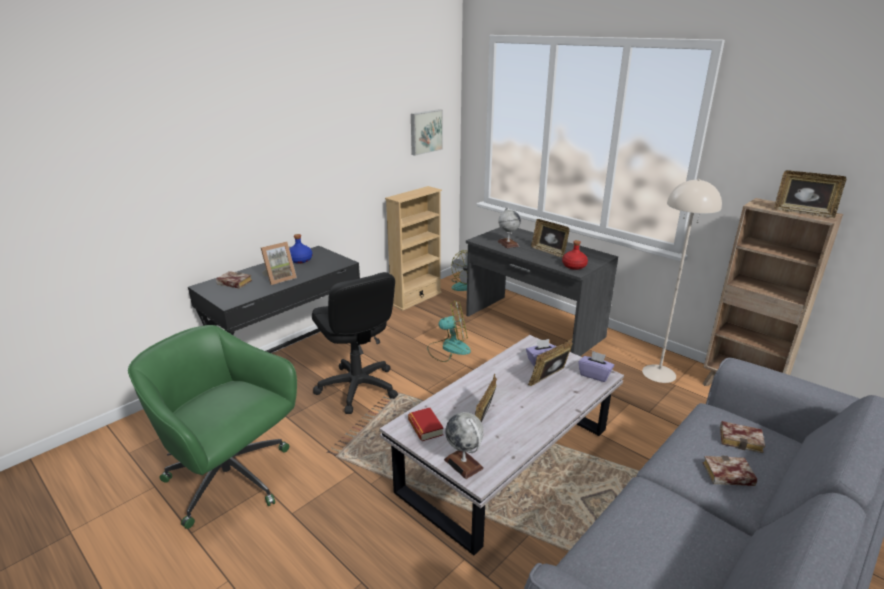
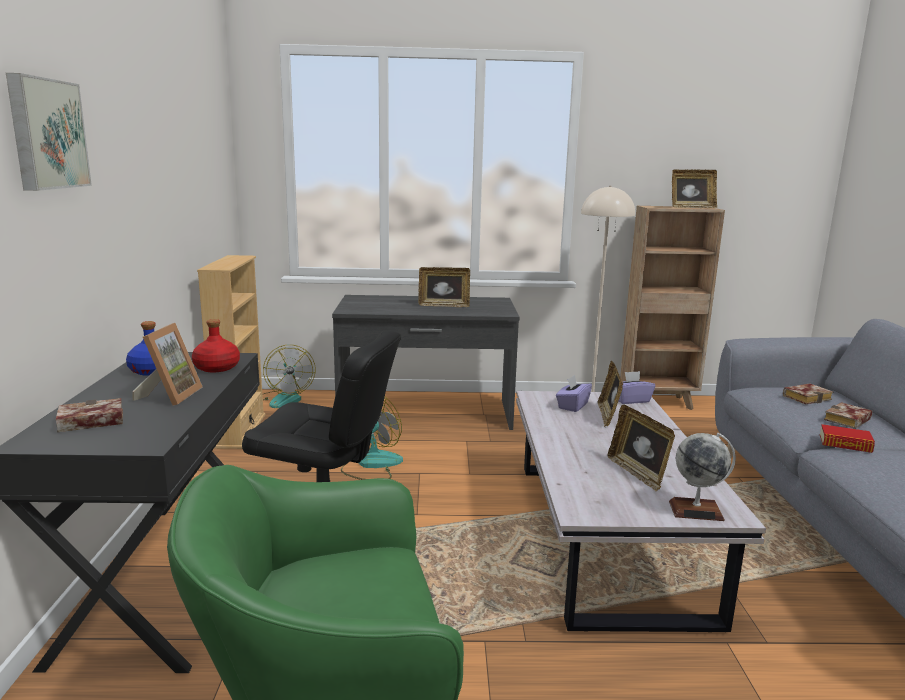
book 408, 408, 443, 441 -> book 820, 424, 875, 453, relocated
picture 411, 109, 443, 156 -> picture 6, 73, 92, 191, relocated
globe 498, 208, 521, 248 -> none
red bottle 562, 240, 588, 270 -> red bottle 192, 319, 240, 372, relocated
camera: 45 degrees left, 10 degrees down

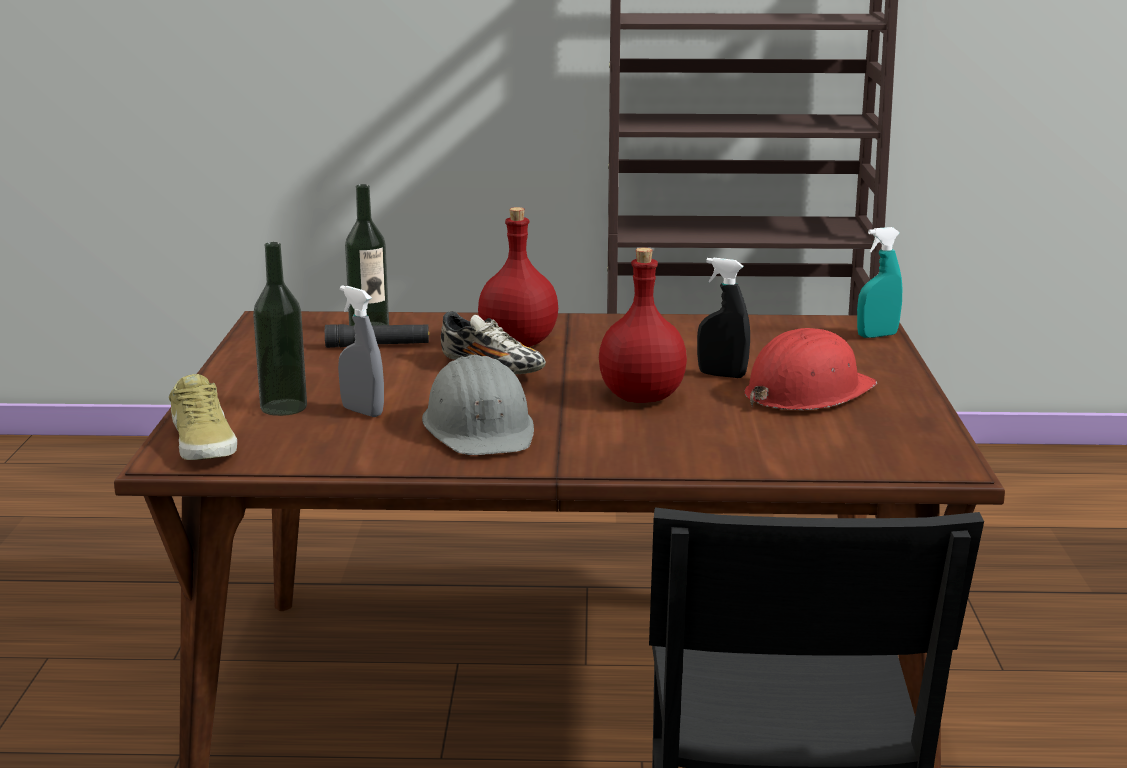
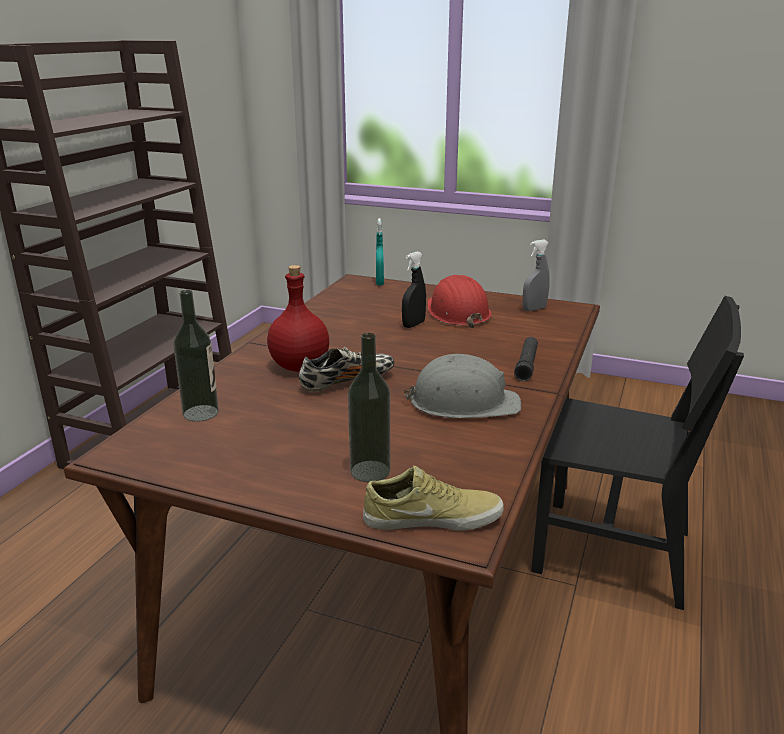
black flashlight 325, 324, 429, 348 -> black flashlight 514, 337, 538, 381, relocated
grey spray bottle 338, 285, 384, 417 -> grey spray bottle 522, 239, 550, 311, relocated
red bottle 599, 248, 687, 403 -> none
camera: 70 degrees left, 5 degrees up

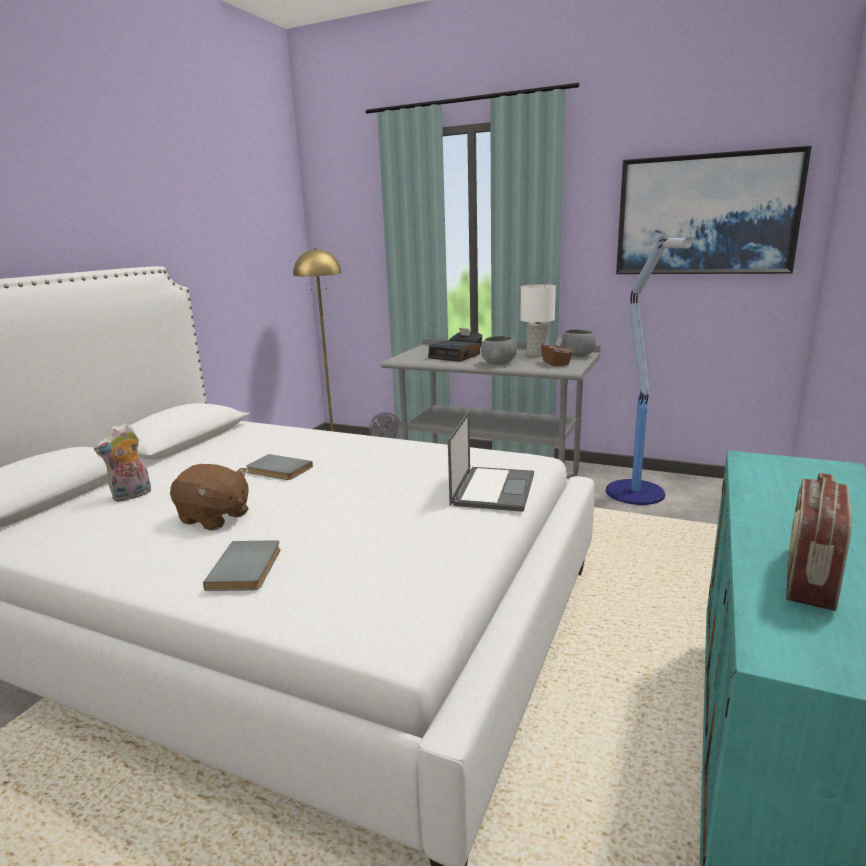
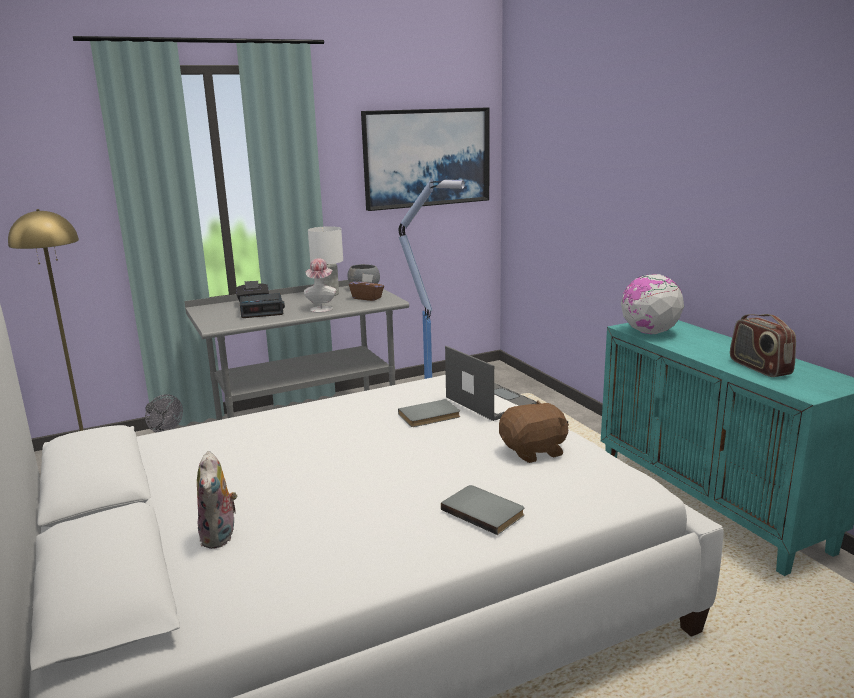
brown plush toy 170, 464, 249, 531 -> brown plush toy 499, 400, 569, 463, relocated
grey book 246, 454, 313, 480 -> grey book 398, 399, 460, 427, relocated
grey bowl 481, 336, 517, 365 -> hat 304, 258, 336, 313
none -> globe 621, 274, 684, 334
camera: 50 degrees left, 0 degrees up

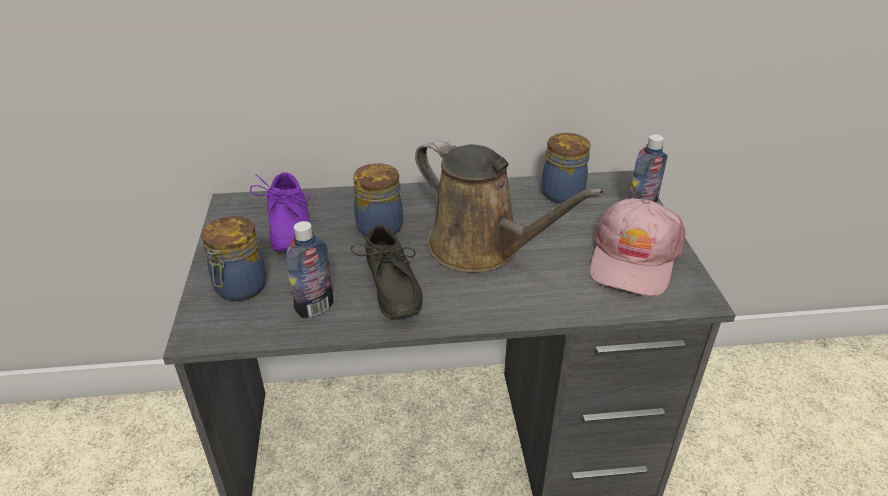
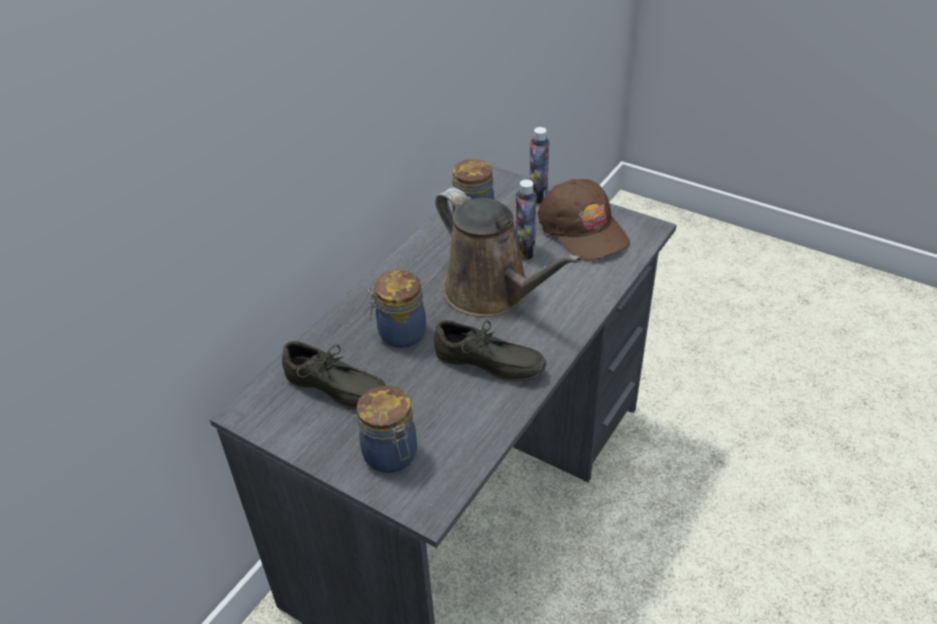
purple shoe 250, 172, 310, 252 -> grey shoe 282, 341, 386, 410
bottle 286, 221, 333, 318 -> bottle 516, 179, 536, 260, relocated
brown watering can 415, 138, 604, 273 -> brown watering can 436, 187, 582, 317, 60 degrees clockwise
pink cap 590, 198, 685, 296 -> brown cap 538, 179, 630, 261
camera: 50 degrees left, 5 degrees up

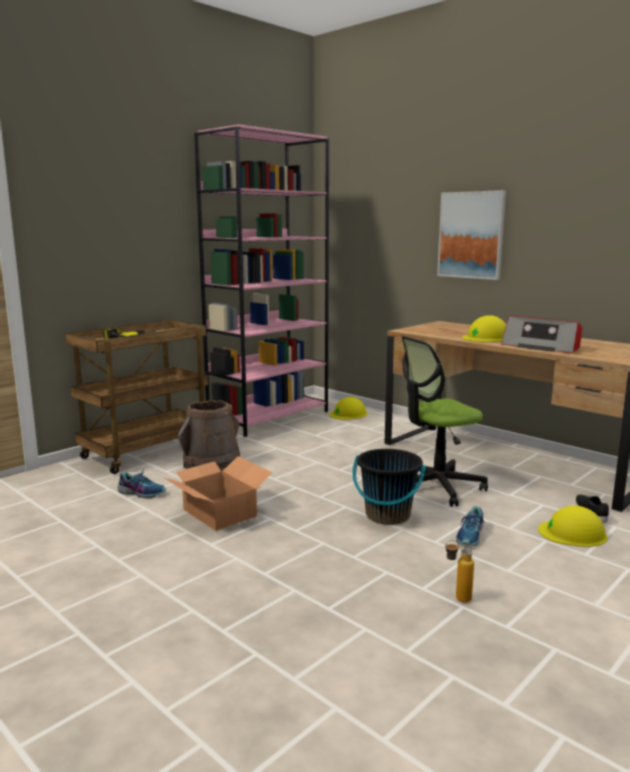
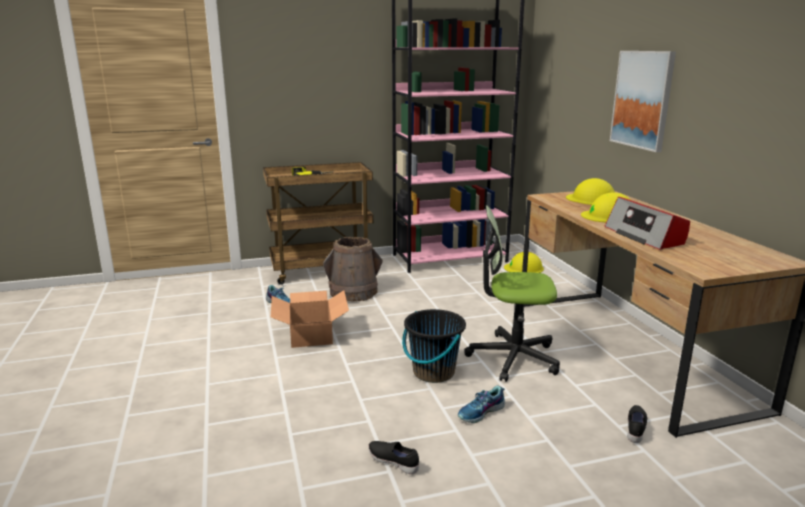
bottle 445, 540, 474, 603 -> black shoe 368, 441, 419, 474
yellow hard hat 538, 506, 608, 547 -> yellow hard hat 566, 178, 615, 205, relocated
camera: 30 degrees right, 5 degrees up

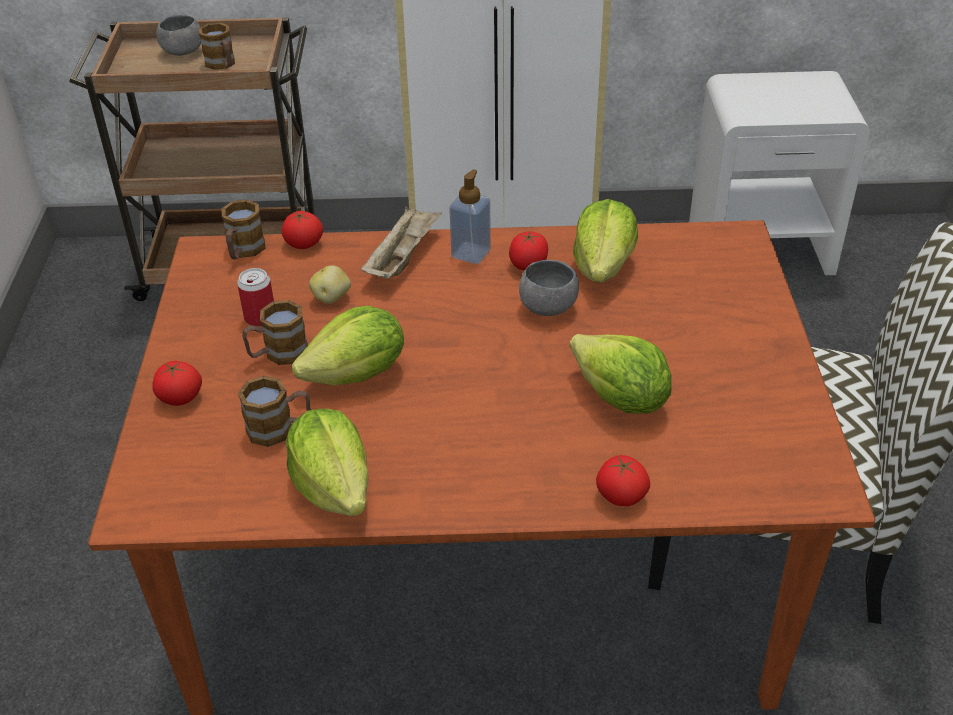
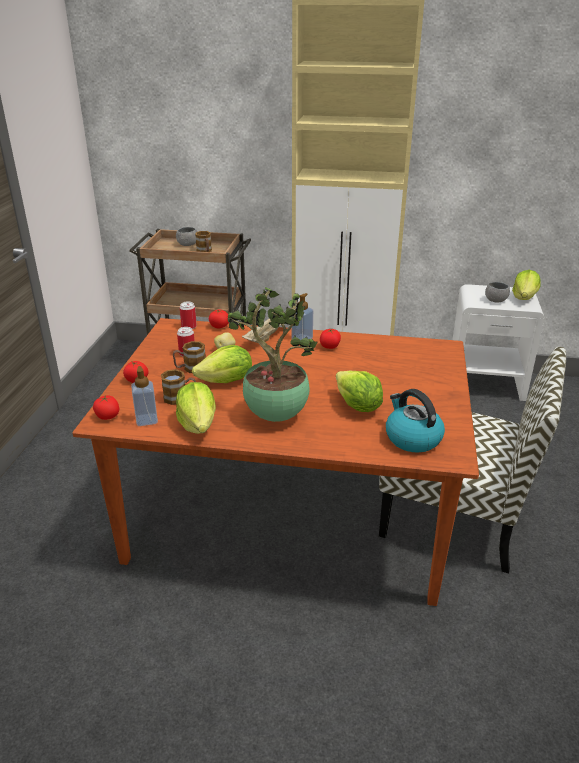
mug 221, 199, 266, 259 -> can 180, 301, 197, 329
grey bowl 519, 260, 579, 316 -> grey bowl 485, 282, 510, 302, relocated
lettuce 573, 199, 638, 282 -> lettuce 512, 270, 541, 300, relocated
tomato 596, 455, 650, 506 -> tomato 93, 395, 119, 420, relocated
none -> soap dispenser 131, 366, 158, 426
none -> potted plant 228, 287, 317, 422
none -> kettle 386, 389, 445, 453
camera: 10 degrees right, 10 degrees down

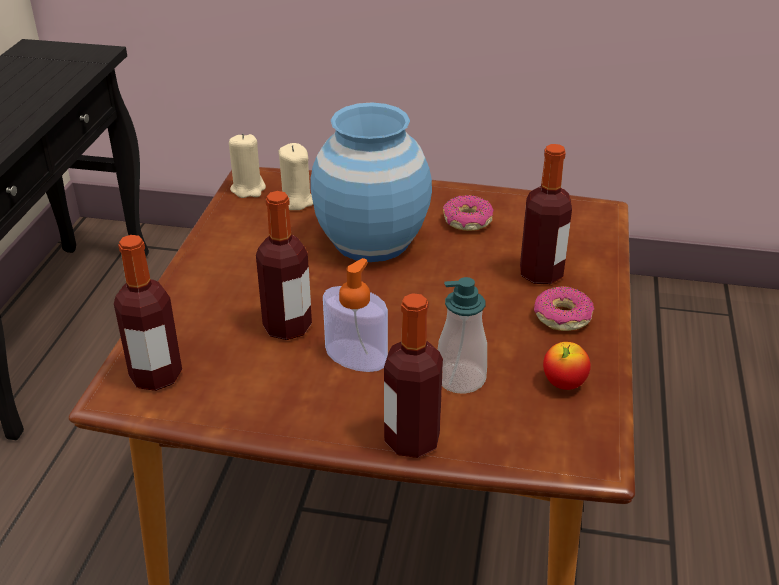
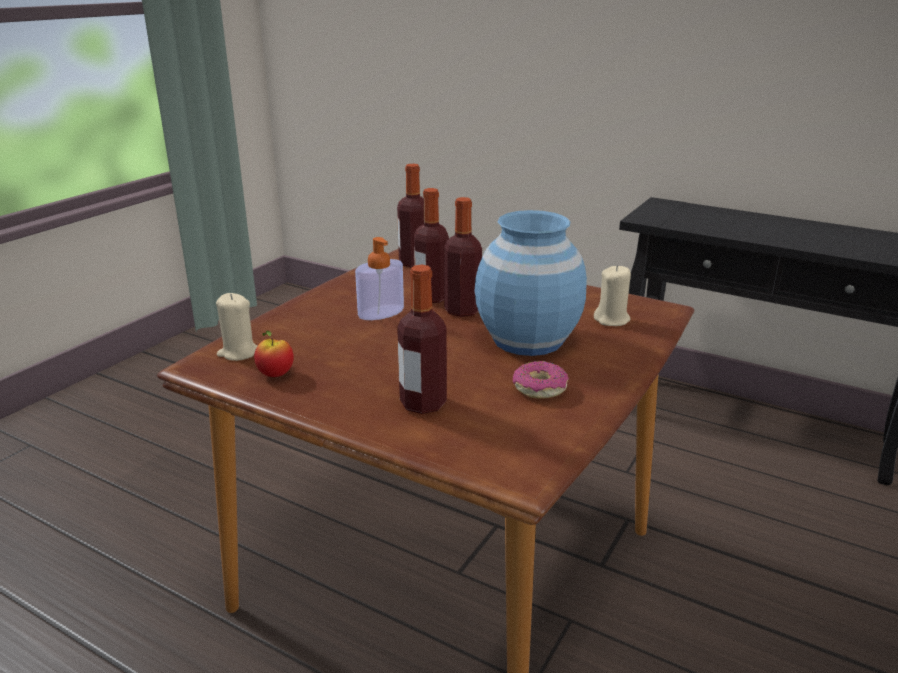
beige candle 229, 133, 266, 198 -> beige candle 216, 293, 257, 361, relocated
bottle 384, 293, 443, 458 -> bottle 444, 197, 482, 317, relocated
soap dispenser 438, 277, 487, 394 -> none
donut 534, 286, 594, 331 -> none
camera: 110 degrees right, 10 degrees down

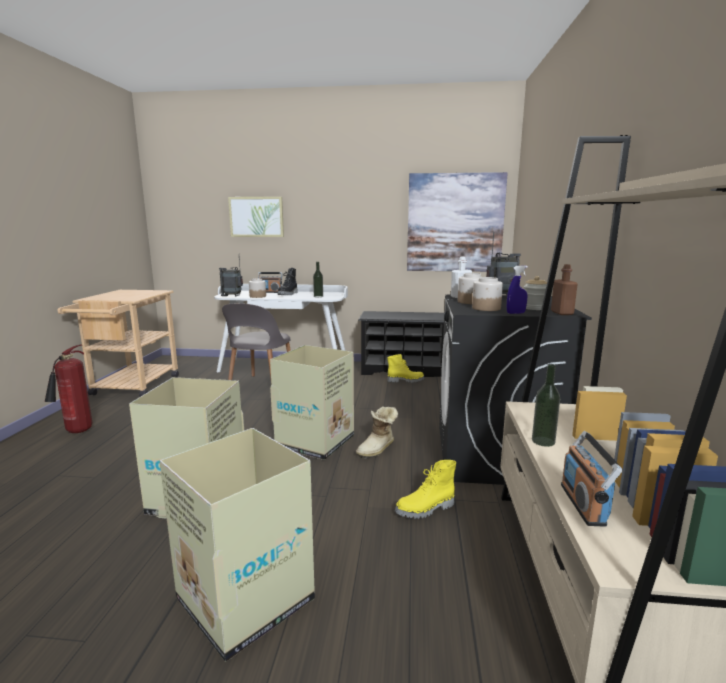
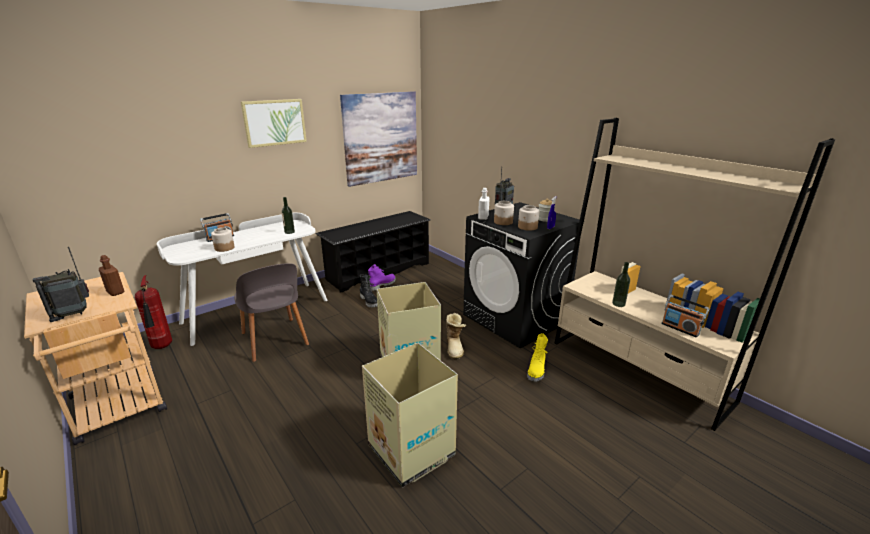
fire extinguisher 45, 345, 92, 433 -> fire extinguisher 135, 275, 172, 349, relocated
cardboard box 160, 428, 315, 662 -> none
radio 219, 257, 243, 296 -> radio 33, 247, 89, 322, relocated
picture 228, 197, 284, 237 -> picture 241, 99, 307, 148, relocated
black boot 278, 268, 297, 295 -> black boot 360, 274, 378, 307, relocated
yellow boot 387, 354, 425, 383 -> purple boot 368, 264, 396, 291
brown bottle 551, 264, 578, 315 -> brown bottle 99, 255, 124, 296, relocated
camera: 45 degrees left, 10 degrees up

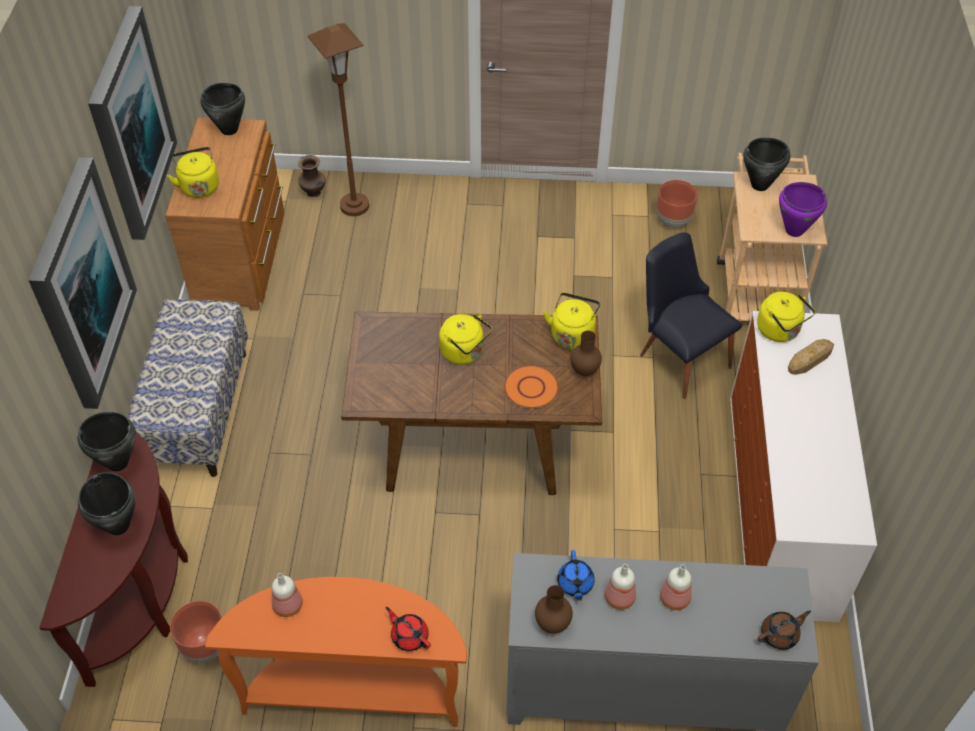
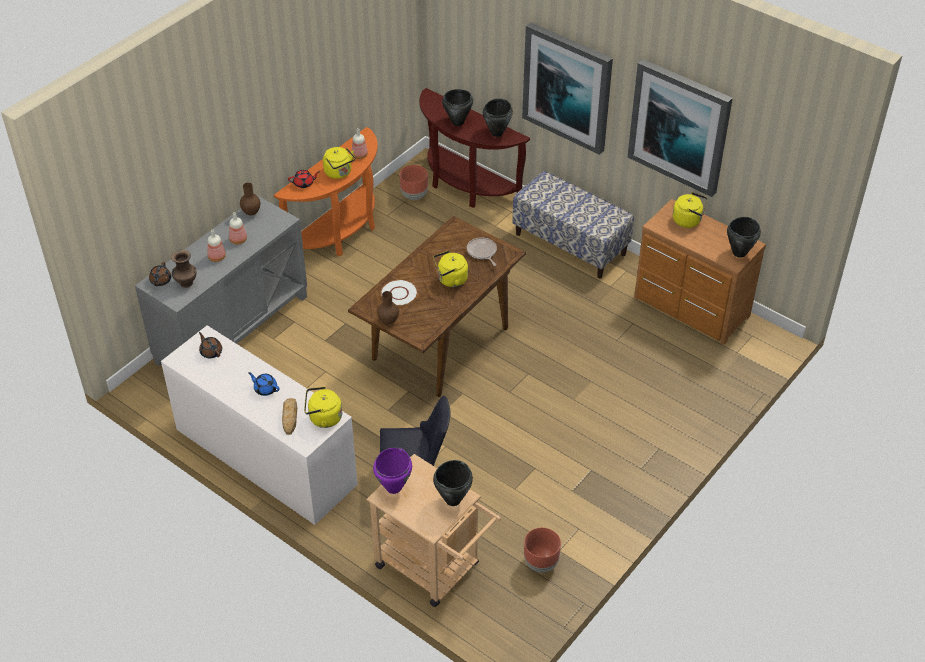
brown vase 298, 155, 326, 197 -> brown vase 171, 250, 197, 288, relocated
brown floor lamp 307, 23, 369, 216 -> none
orange plate 504, 365, 559, 408 -> white plate 381, 280, 418, 306
yellow kettle 543, 293, 600, 349 -> yellow kettle 323, 147, 355, 179, relocated
blue teapot 557, 550, 595, 601 -> blue teapot 248, 372, 280, 396, relocated
none -> brown teapot 199, 332, 222, 358
none -> frying pan 467, 237, 497, 266
camera: 125 degrees right, 5 degrees down

